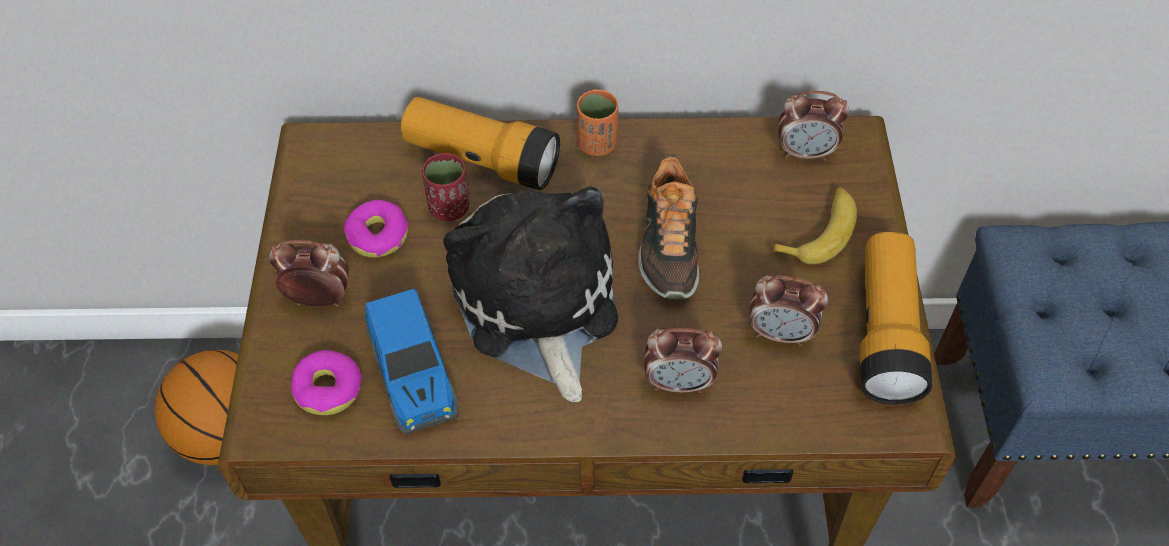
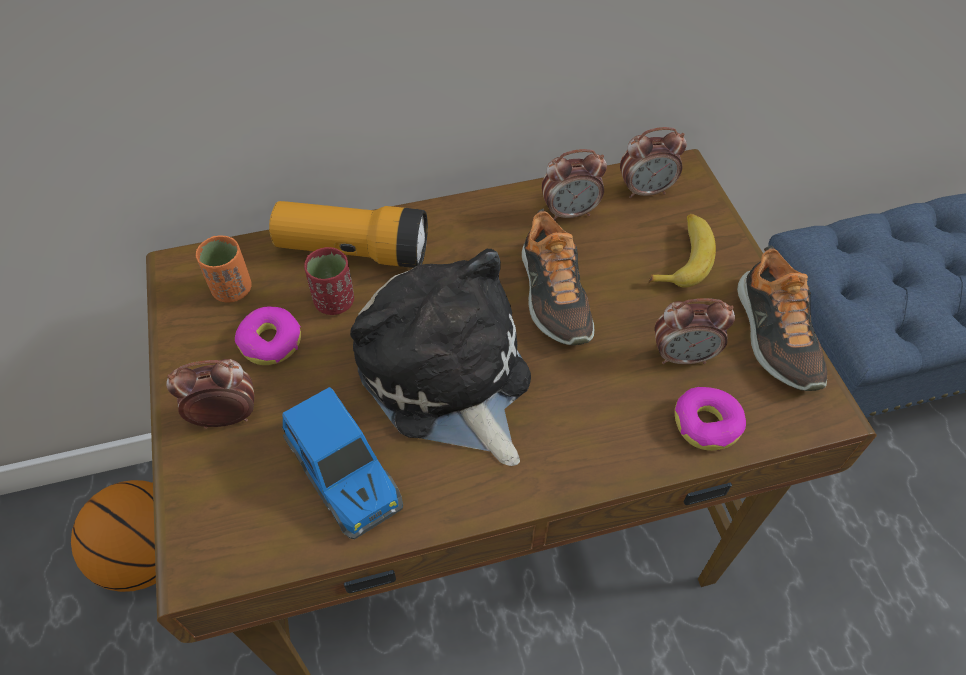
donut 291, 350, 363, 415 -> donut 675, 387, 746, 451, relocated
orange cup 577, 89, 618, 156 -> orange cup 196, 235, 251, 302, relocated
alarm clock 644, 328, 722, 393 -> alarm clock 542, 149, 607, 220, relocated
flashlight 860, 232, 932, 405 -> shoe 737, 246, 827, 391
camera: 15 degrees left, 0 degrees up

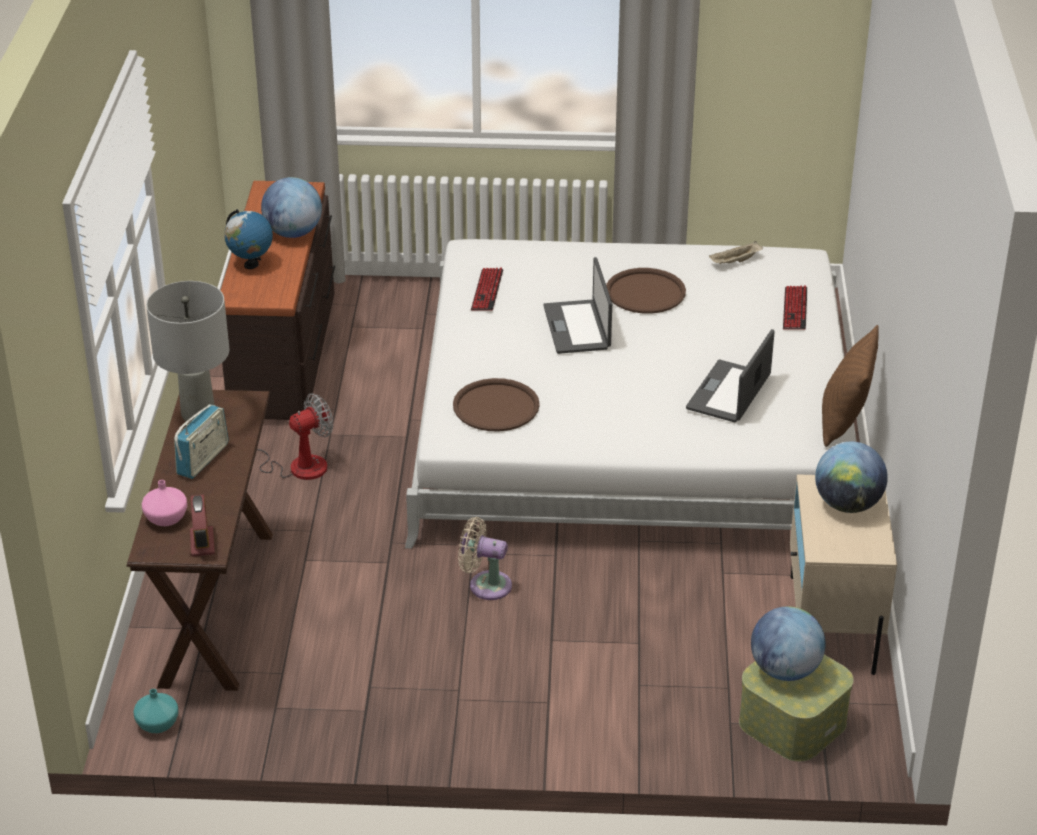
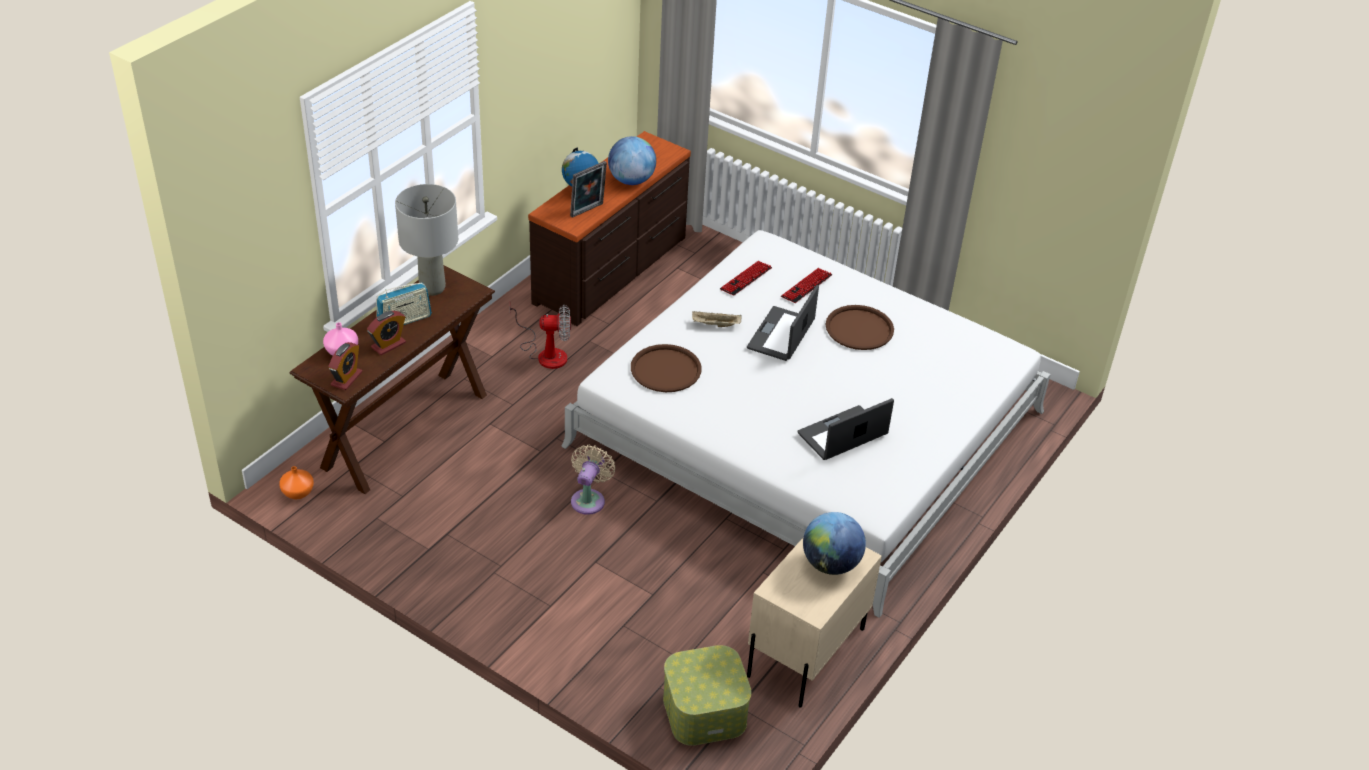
turquoise vase 133, 689, 179, 733 -> orange vase 279, 466, 314, 499
beige fan 458, 517, 512, 600 -> beige fan 571, 445, 616, 515, 60 degrees clockwise
beige tray 709, 241, 763, 264 -> beige tray 692, 311, 742, 327, relocated
globe 751, 606, 826, 681 -> none
keyboard 783, 286, 807, 330 -> keyboard 781, 268, 832, 303, relocated
brown pillow 822, 325, 879, 447 -> none
none -> alarm clock 367, 311, 406, 355
none -> picture frame 570, 161, 607, 218
camera: 30 degrees right, 5 degrees up

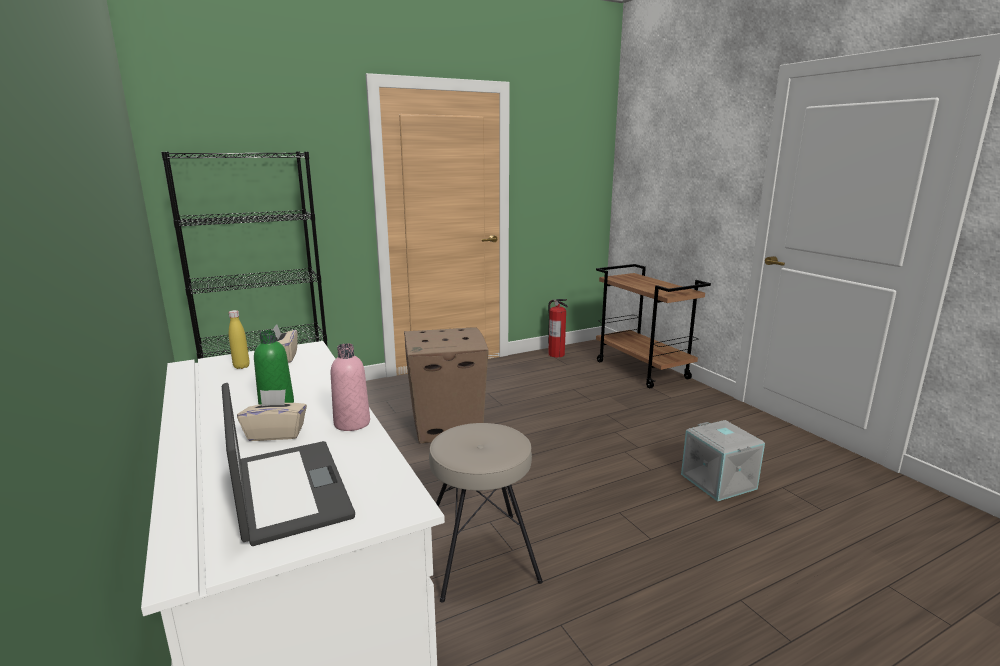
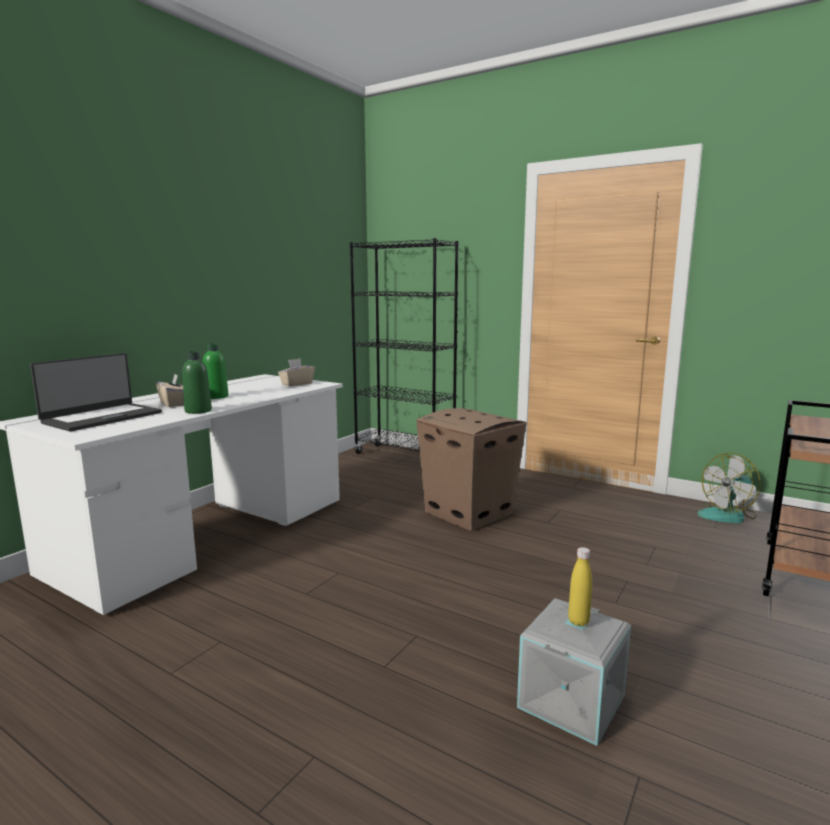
yellow bottle 228, 310, 250, 369 -> yellow bottle 568, 547, 592, 626, relocated
pink bottle 331, 343, 370, 431 -> green bottle 182, 351, 212, 414
beige stool 429, 423, 543, 603 -> none
fire extinguisher 548, 299, 568, 357 -> fan 698, 453, 761, 523
camera: 60 degrees right, 5 degrees down

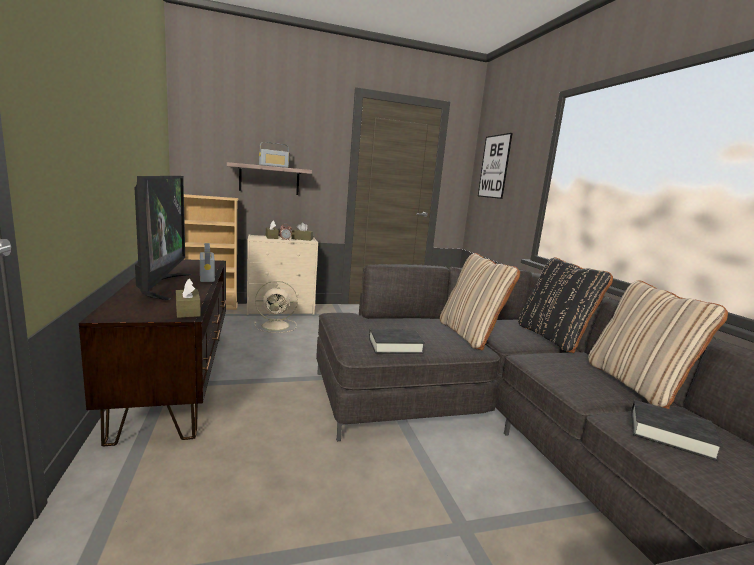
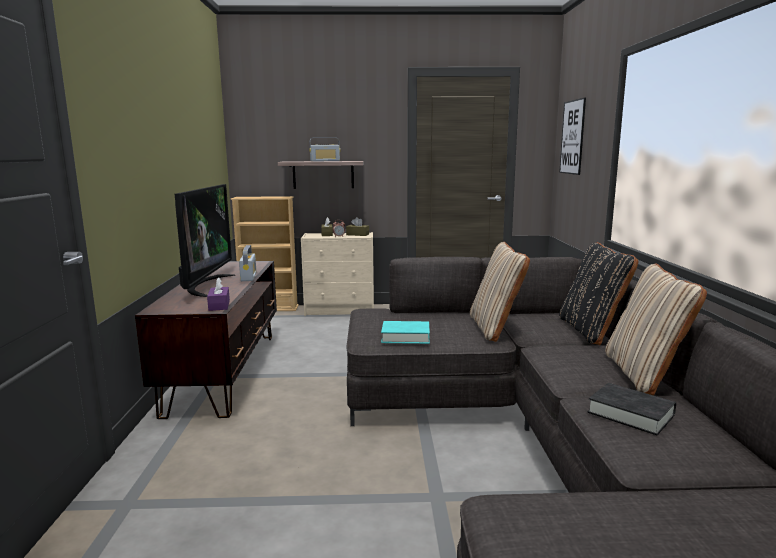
brown tissue box 176, 279, 201, 318 -> purple tissue box 207, 277, 230, 311
beige fan 254, 281, 297, 333 -> none
black book 369, 329, 425, 354 -> turquoise book 381, 321, 430, 344
camera: 15 degrees right, 0 degrees up

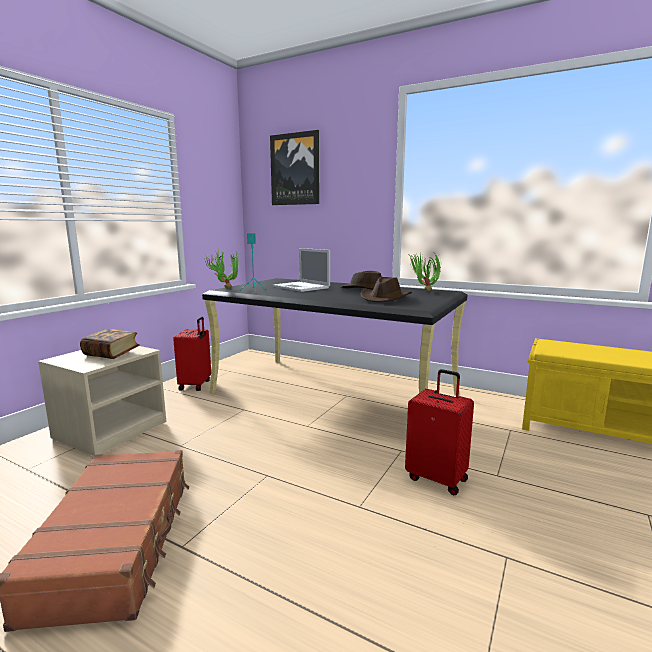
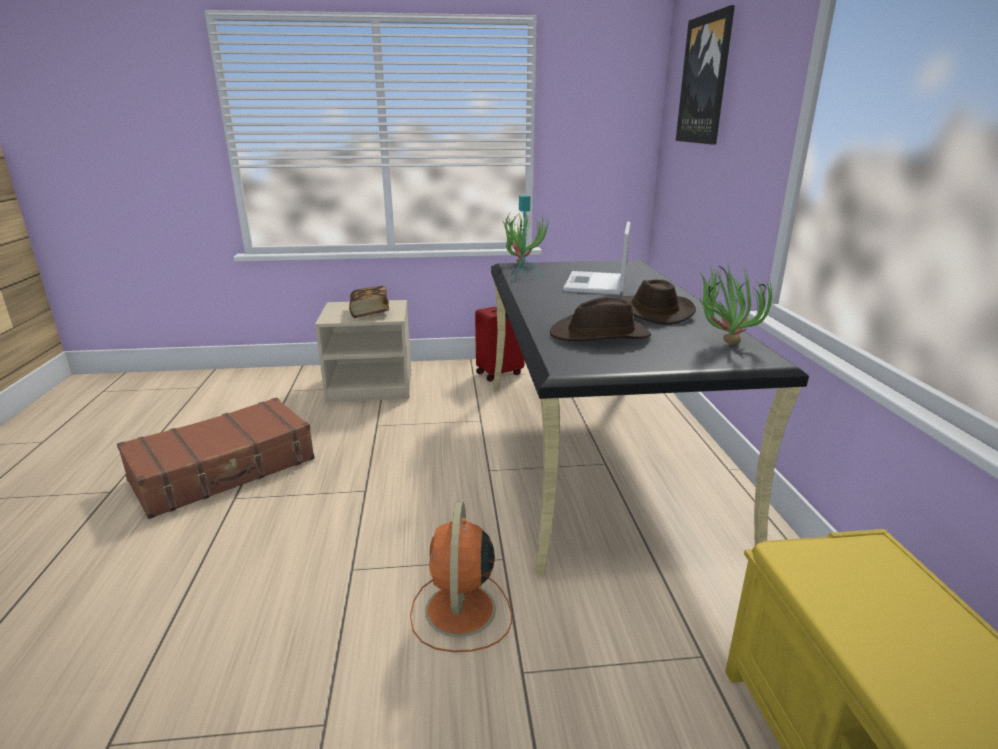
red suitcase 405, 369, 474, 495 -> orange fan 410, 502, 512, 652
camera: 55 degrees right, 10 degrees up

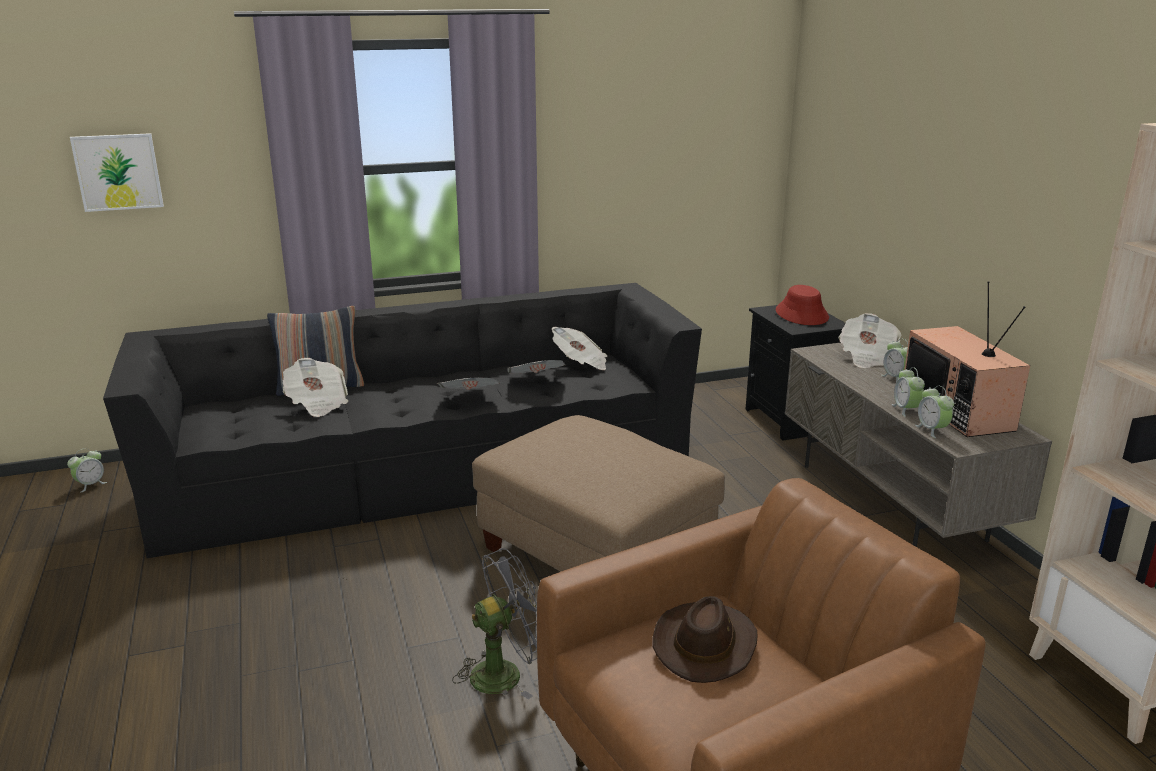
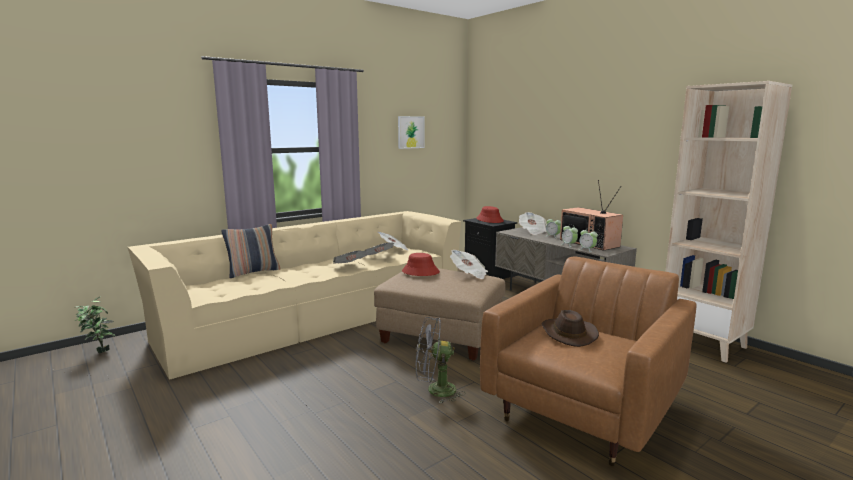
alarm clock 67, 448, 107, 492 -> potted plant 75, 296, 115, 353
picture 70, 133, 164, 212 -> picture 398, 116, 424, 149, relocated
black sofa 103, 283, 702, 558 -> beige sofa 128, 211, 461, 380
newspaper 283, 358, 348, 417 -> newspaper 450, 250, 488, 279, relocated
grey fan 452, 548, 537, 700 -> grey fan 416, 317, 466, 404, 135 degrees counterclockwise
none -> red hat 402, 253, 440, 276
camera: 20 degrees left, 10 degrees down

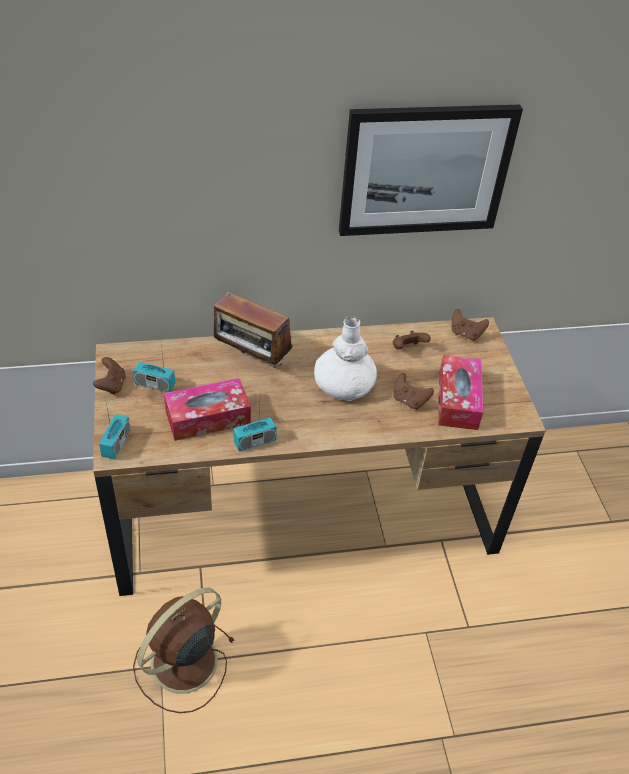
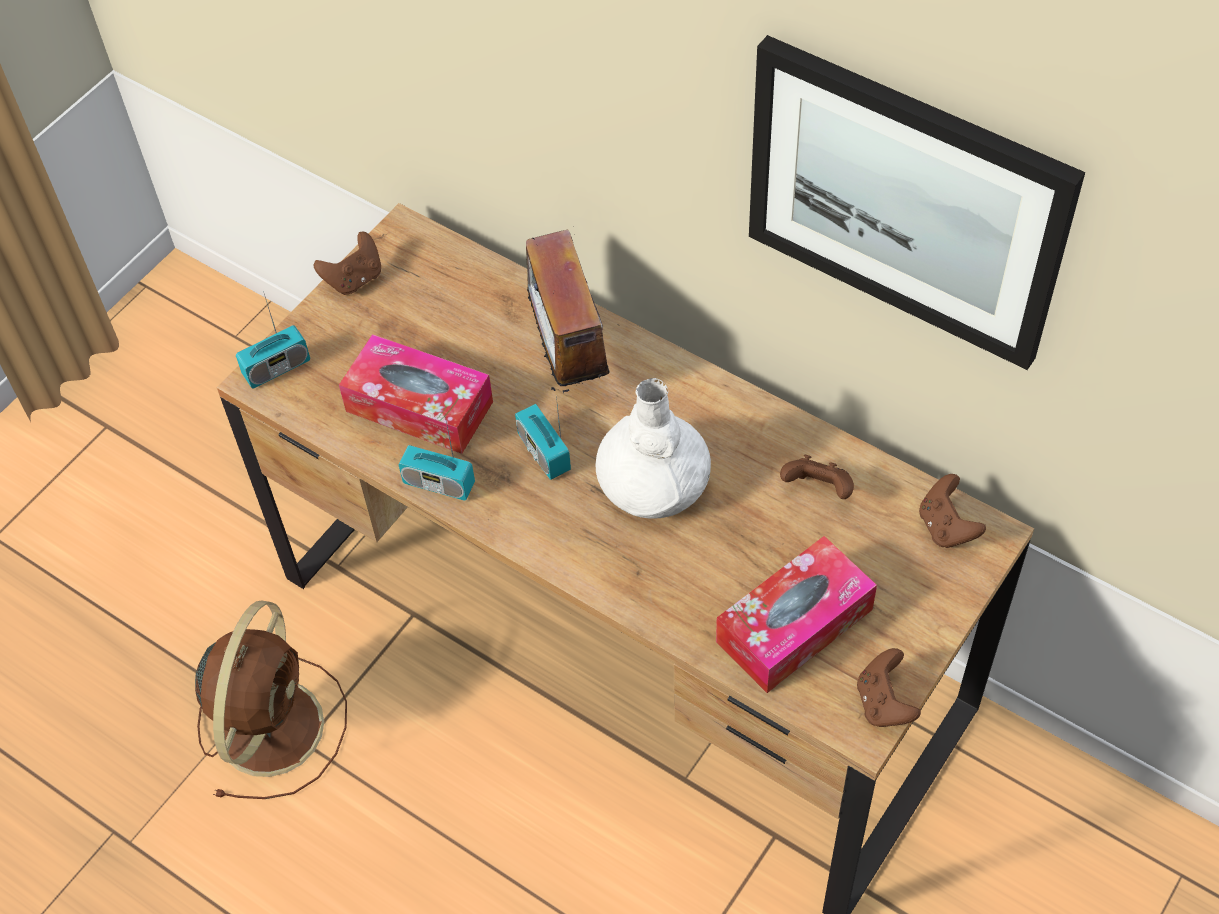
radio 133, 344, 175, 392 -> radio 515, 395, 571, 480, relocated
brown fan 133, 587, 235, 713 -> brown fan 195, 600, 347, 799, 105 degrees clockwise
brown game controller 393, 373, 434, 410 -> brown game controller 857, 648, 921, 727, relocated
camera: 50 degrees right, 10 degrees up

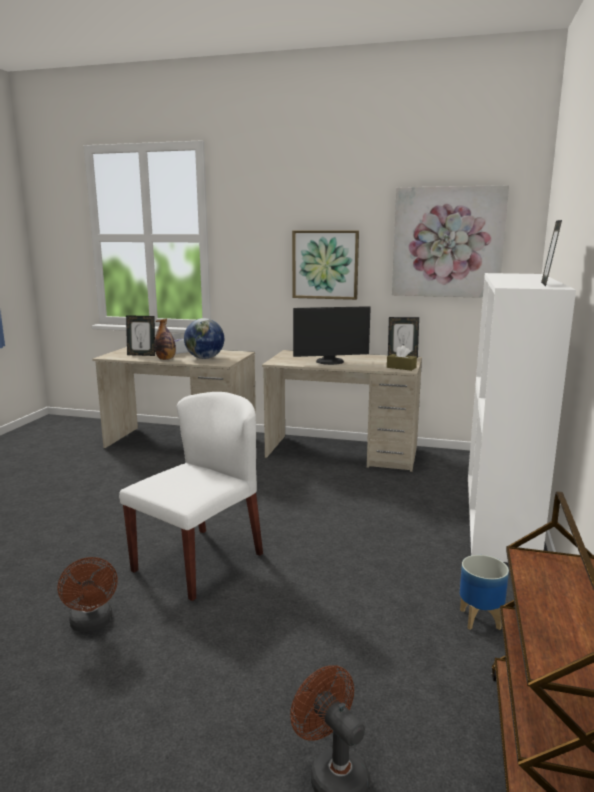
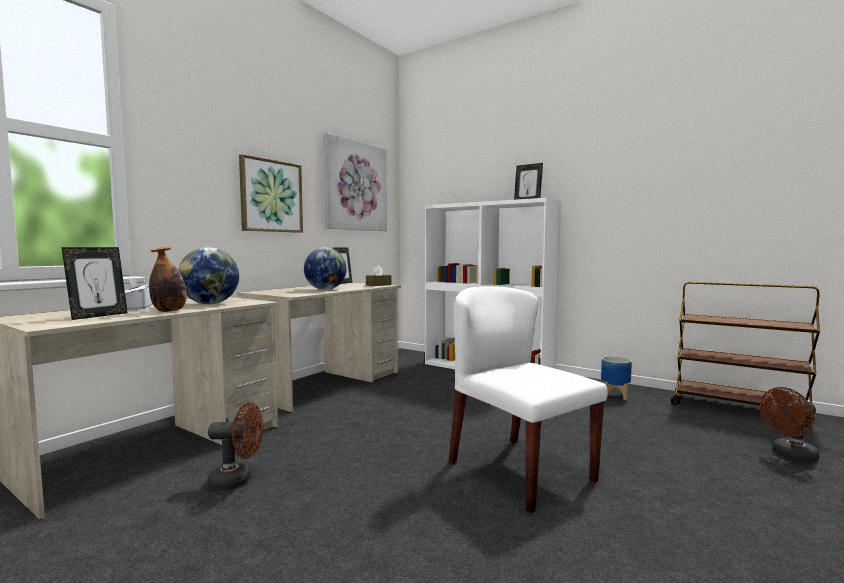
brown fan 58, 557, 118, 632 -> brown fan 207, 402, 263, 490, relocated
monitor 293, 306, 371, 365 -> globe 304, 247, 347, 290
camera: 70 degrees left, 10 degrees down

